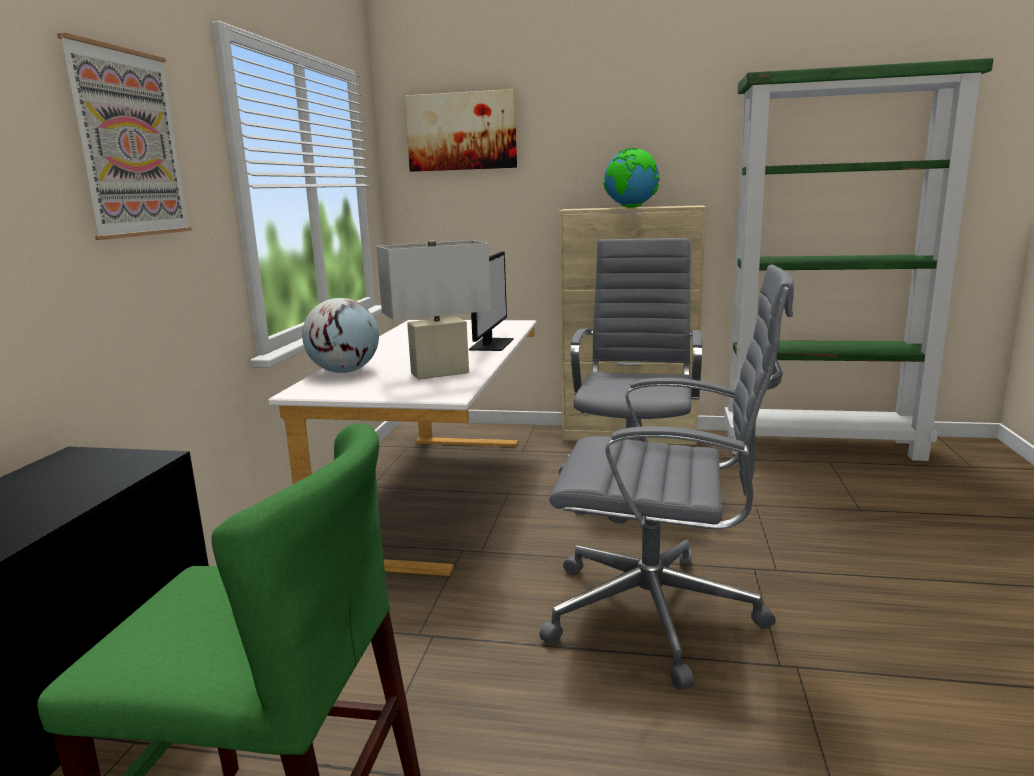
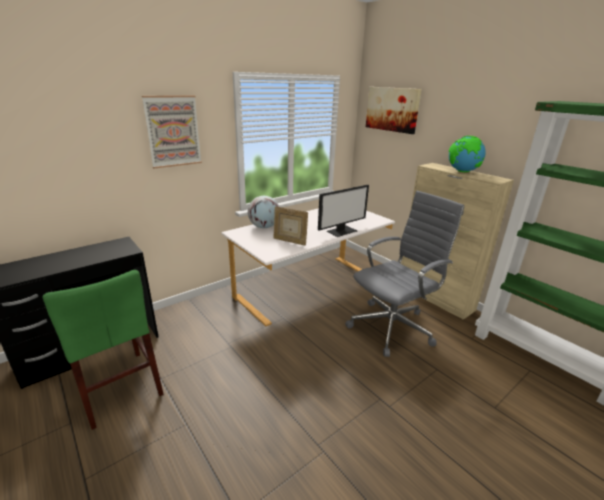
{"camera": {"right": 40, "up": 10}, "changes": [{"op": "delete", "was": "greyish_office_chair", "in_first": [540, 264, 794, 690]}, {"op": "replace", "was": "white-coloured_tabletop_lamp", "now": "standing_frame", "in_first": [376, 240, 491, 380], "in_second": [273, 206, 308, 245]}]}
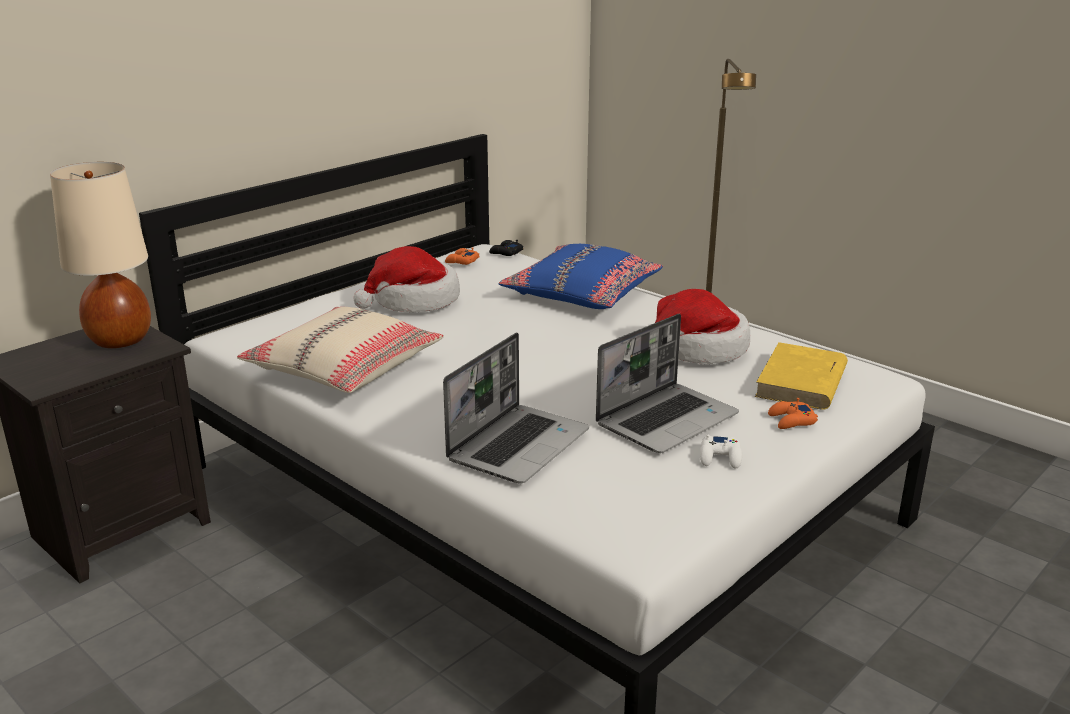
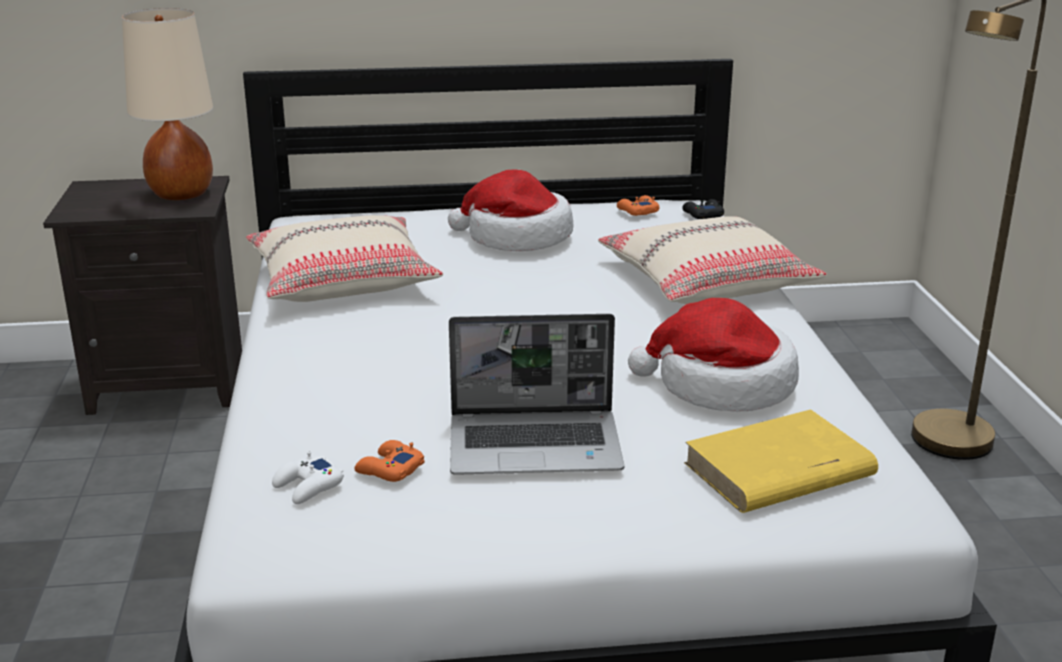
{"camera": {"right": 40, "up": 0}, "changes": [{"op": "delete", "was": "portable_computer", "in_first": [443, 333, 589, 483]}, {"op": "move", "was": "white-coloured_game_controller", "in_first": [700, 434, 742, 469], "in_second": [272, 451, 344, 504]}, {"op": "move", "was": "orange_game_controller", "in_first": [768, 398, 818, 429], "in_second": [354, 440, 424, 482]}, {"op": "recolor", "was": "bluish_pillow", "now": "beige-coloured_pillow", "in_first": [498, 244, 663, 309], "in_second": [598, 216, 827, 304]}]}
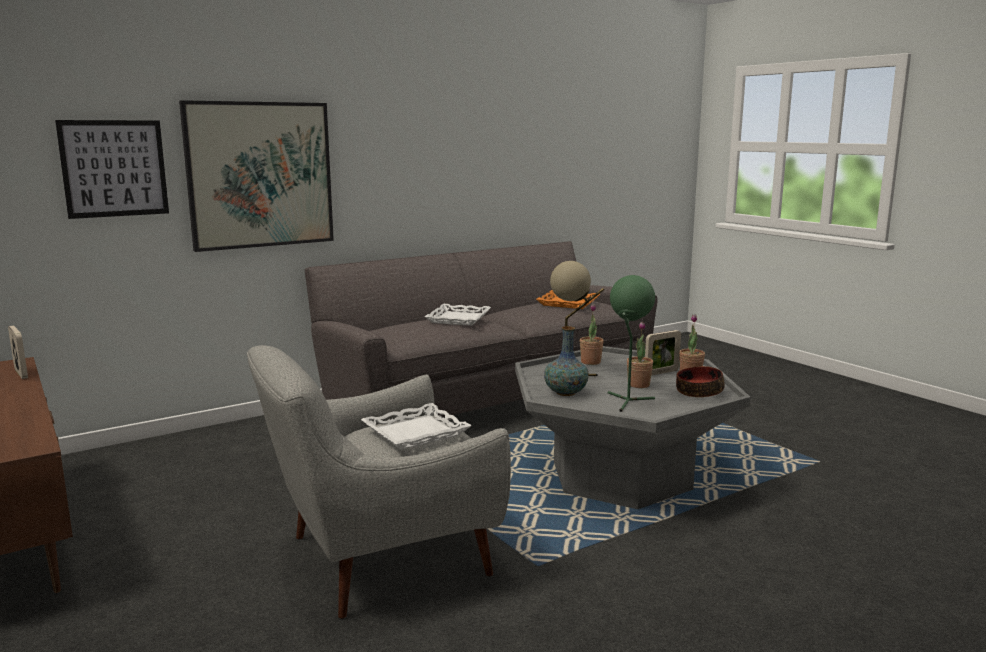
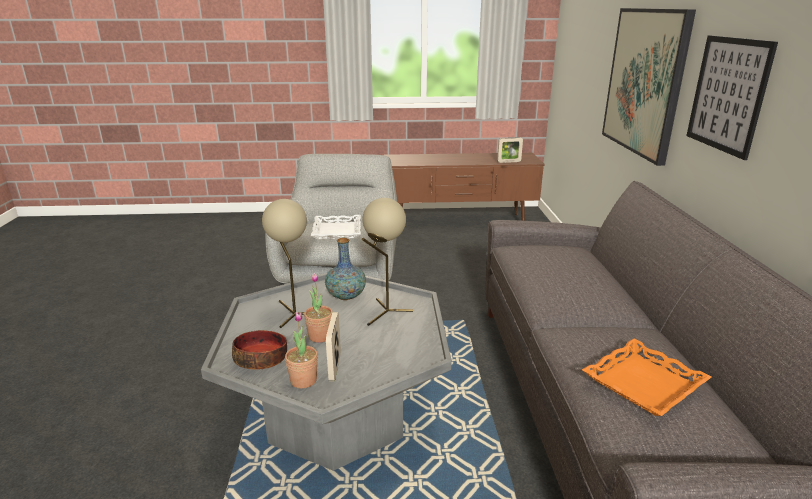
{"camera": {"right": 120, "up": 10}, "changes": [{"op": "delete", "was": "white-coloured_serving_tray", "in_first": [425, 304, 491, 326]}, {"op": "delete", "was": "potted_plant", "in_first": [580, 304, 604, 365]}, {"op": "move", "was": "wall_art", "in_first": [55, 120, 169, 219], "in_second": [686, 35, 778, 160]}, {"op": "recolor", "was": "greenish_tabletop_lamp", "now": "beige-coloured_tabletop_lamp", "in_first": [608, 275, 655, 412], "in_second": [262, 199, 307, 328]}]}
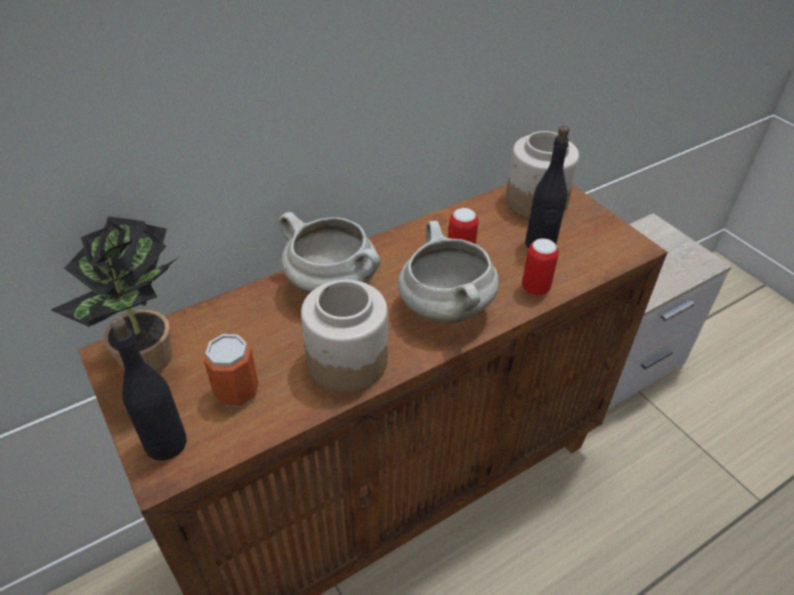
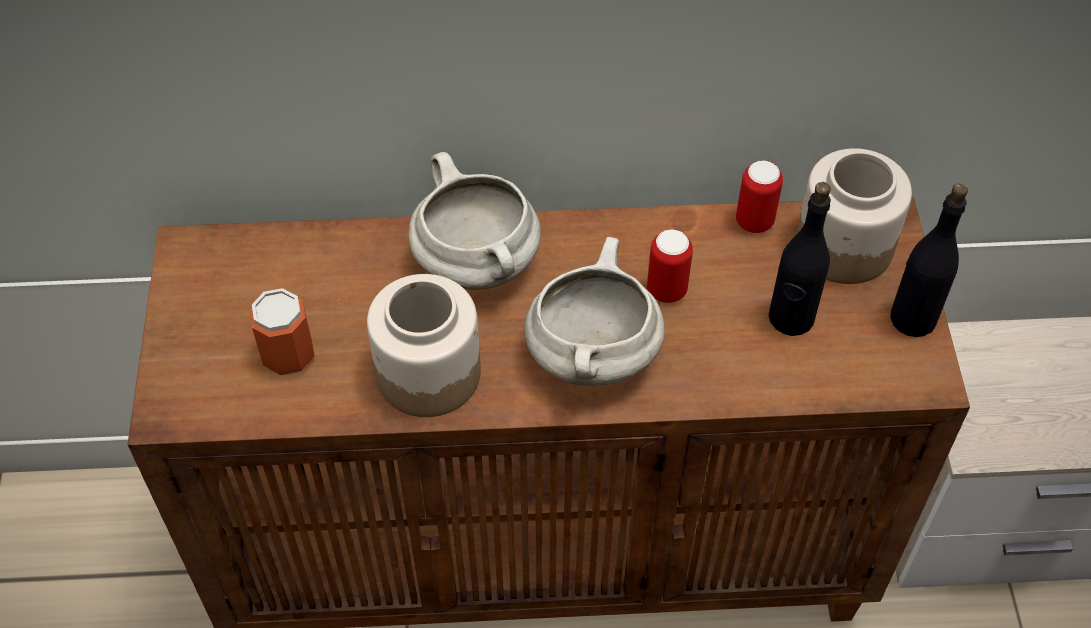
{"camera": {"right": 30, "up": 10}, "changes": [{"op": "delete", "was": "potted_plant", "in_first": [51, 216, 179, 373]}, {"op": "move", "was": "black_bottle", "in_first": [110, 318, 187, 461], "in_second": [890, 183, 968, 337]}, {"op": "move", "was": "can", "in_first": [522, 238, 559, 296], "in_second": [736, 160, 783, 233]}]}
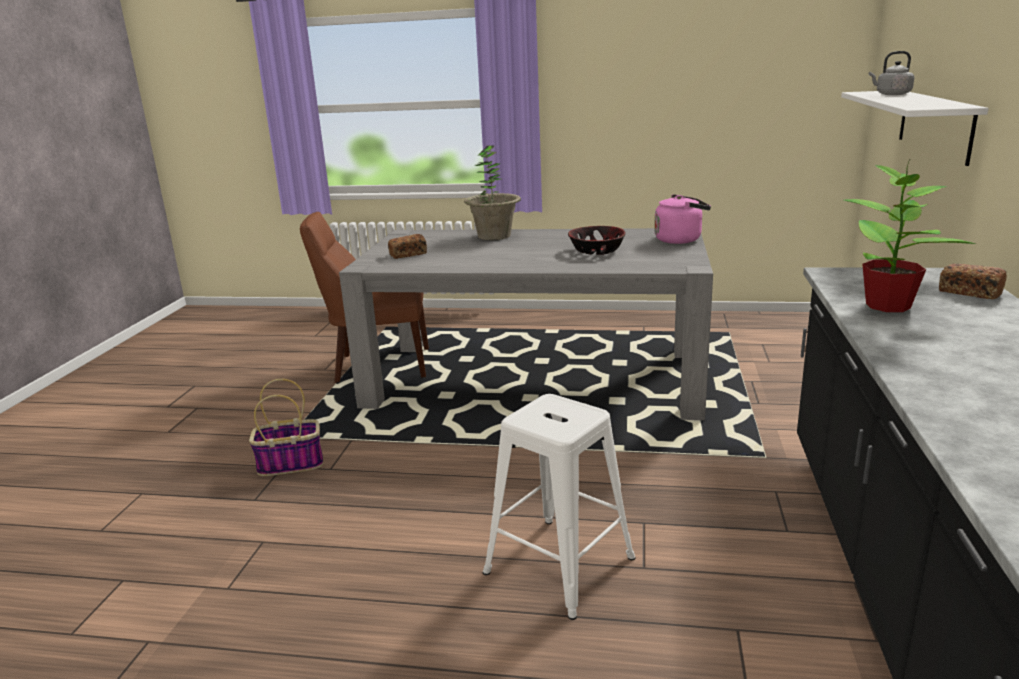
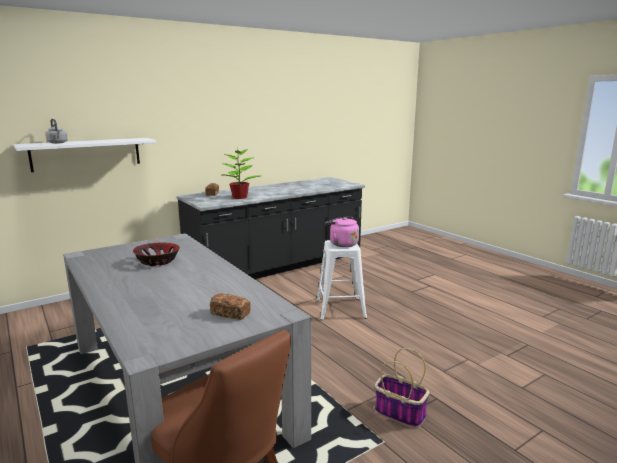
{"camera": {"right": -135, "up": -5}, "changes": [{"op": "delete", "was": "potted_plant", "in_first": [464, 146, 521, 240]}, {"op": "move", "was": "pinkish_water_kettle", "in_first": [654, 194, 711, 244], "in_second": [325, 217, 359, 247]}]}
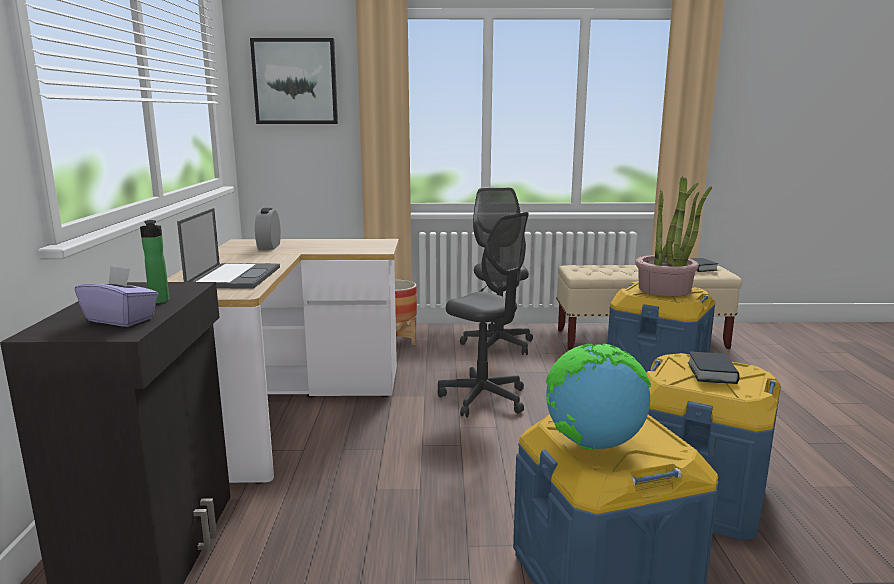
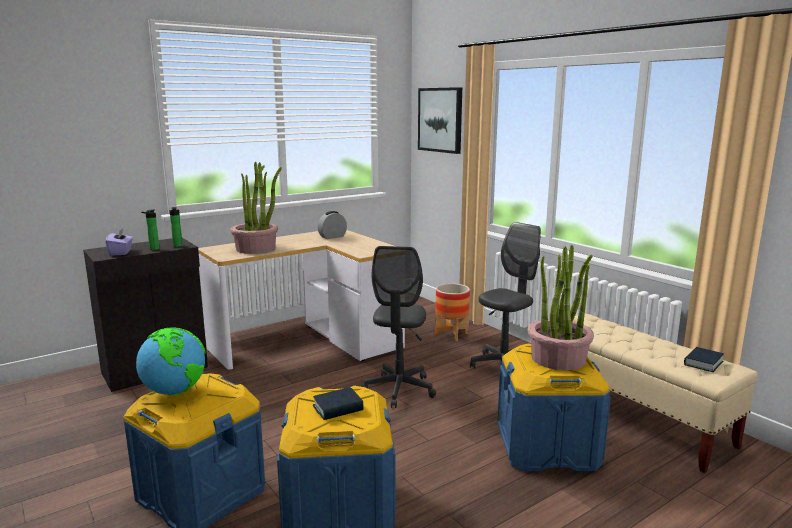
{"camera": {"right": 55, "up": 0}, "changes": [{"op": "insert", "now": "bottle", "in_second": [169, 207, 183, 247]}, {"op": "replace", "was": "portable_computer", "now": "potted_plant", "in_first": [177, 208, 280, 289], "in_second": [230, 162, 282, 254]}]}
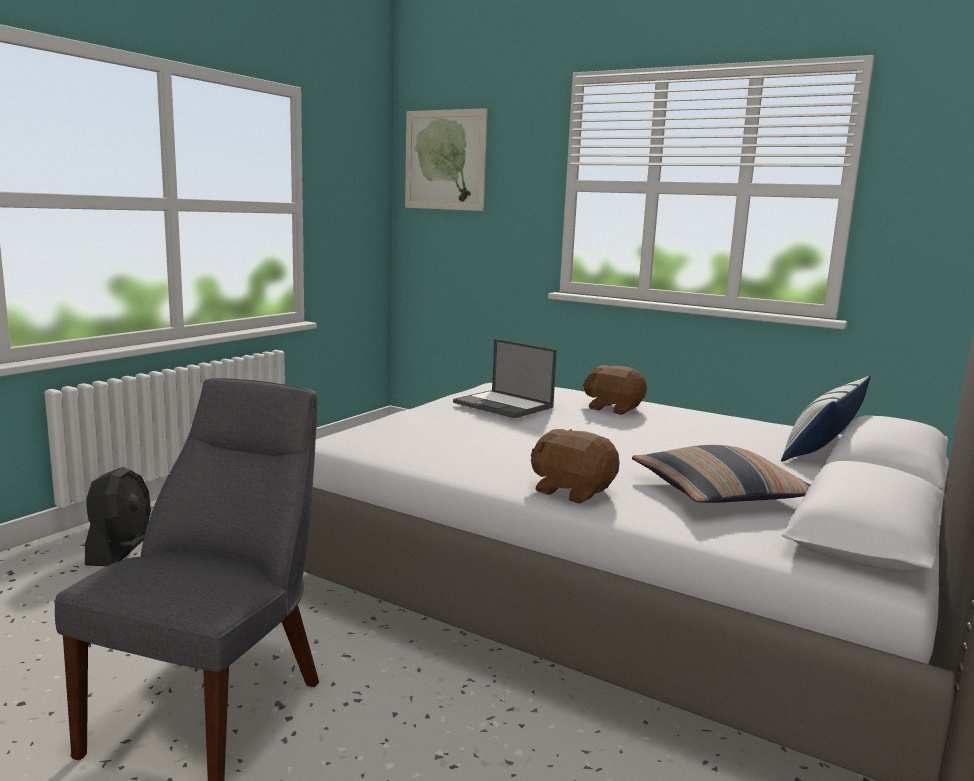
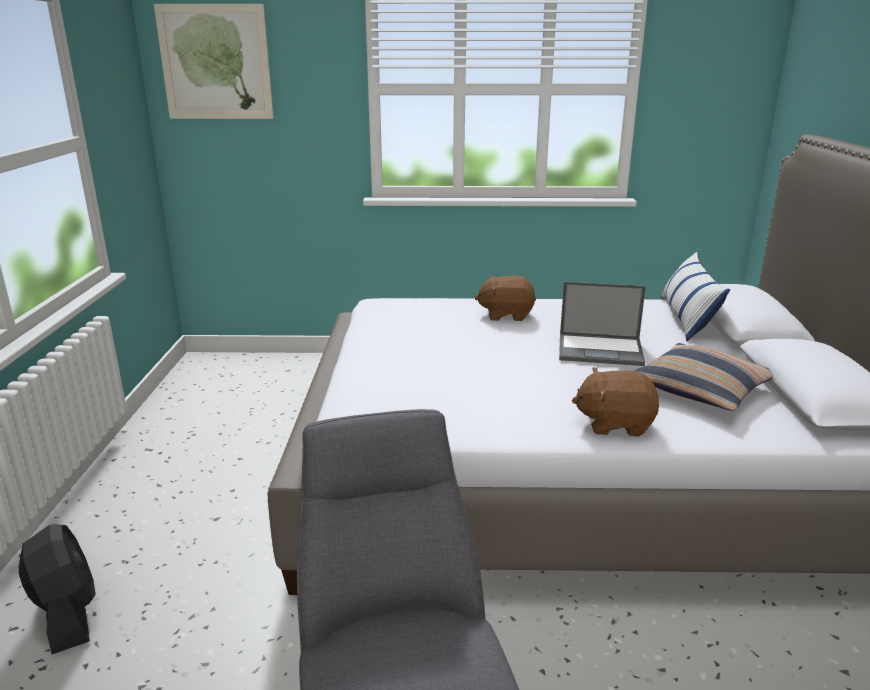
{"camera": {"right": -30, "up": 10}, "changes": [{"op": "move", "was": "portable_computer", "in_first": [453, 339, 557, 418], "in_second": [559, 282, 646, 366]}]}
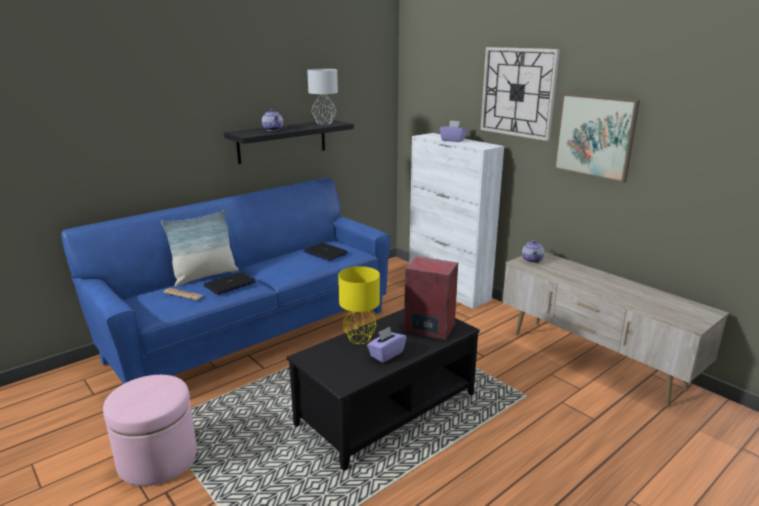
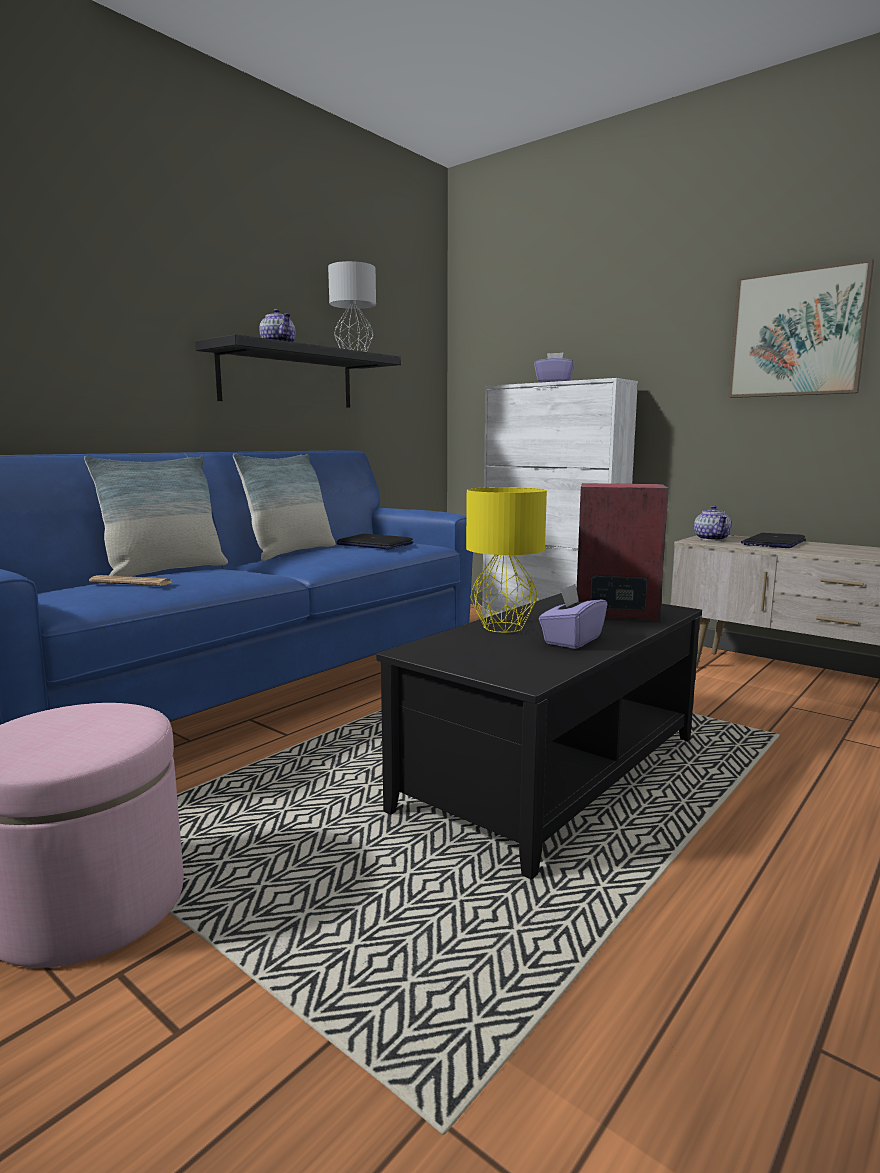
{"camera": {"right": -10, "up": -10}, "changes": [{"op": "delete", "was": "wall_clock", "in_first": [480, 47, 560, 141]}, {"op": "insert", "now": "pillow", "in_second": [233, 453, 335, 561]}, {"op": "move", "was": "portable_computer", "in_first": [204, 272, 256, 295], "in_second": [741, 533, 806, 548]}]}
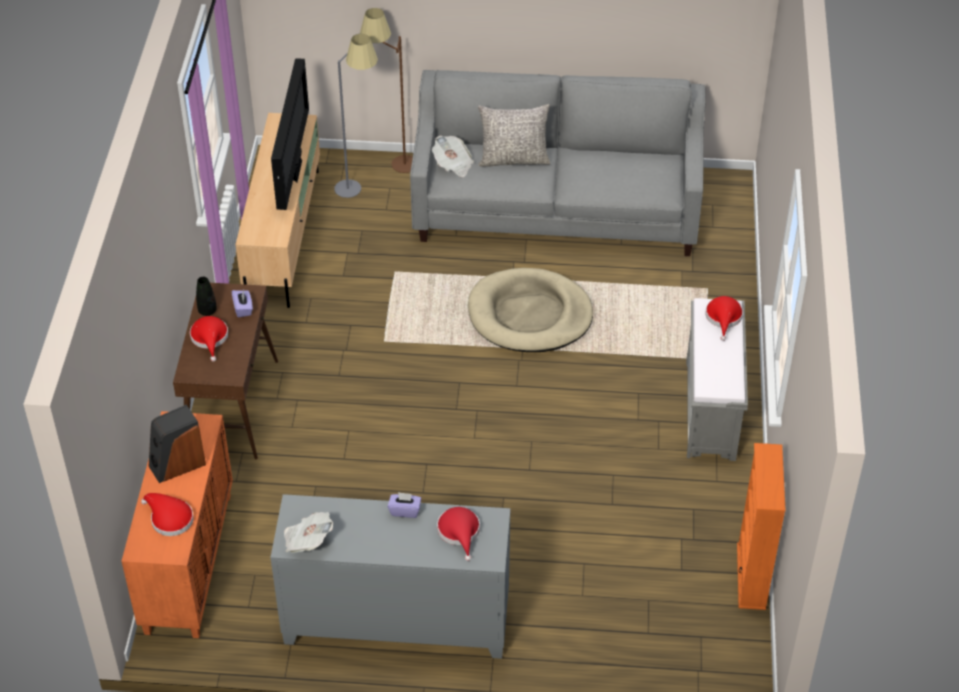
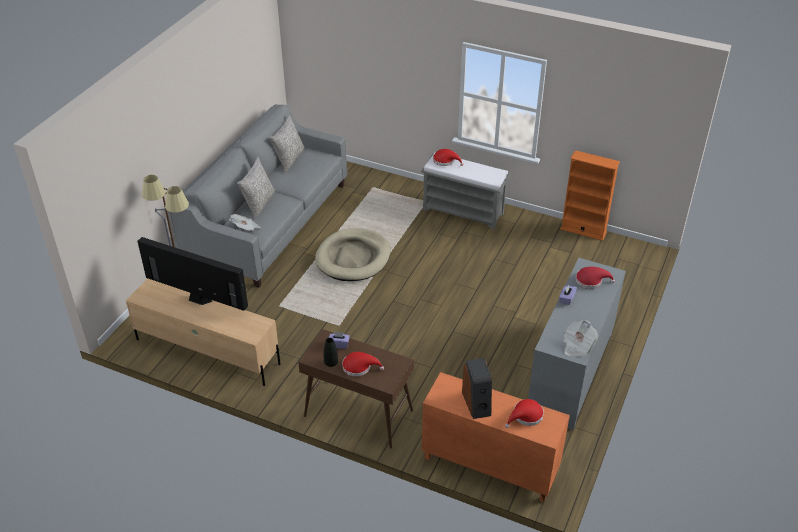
{"camera": {"right": -70, "up": -5}, "changes": [{"op": "insert", "now": "greyish_pillow", "in_second": [269, 114, 305, 172]}]}
